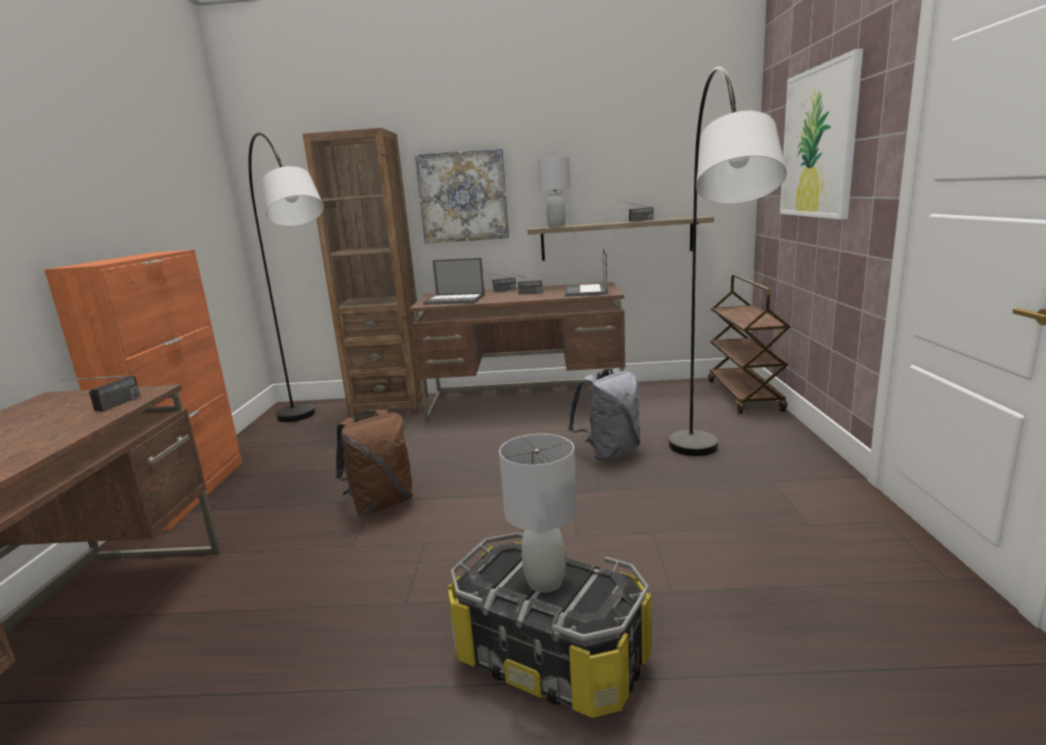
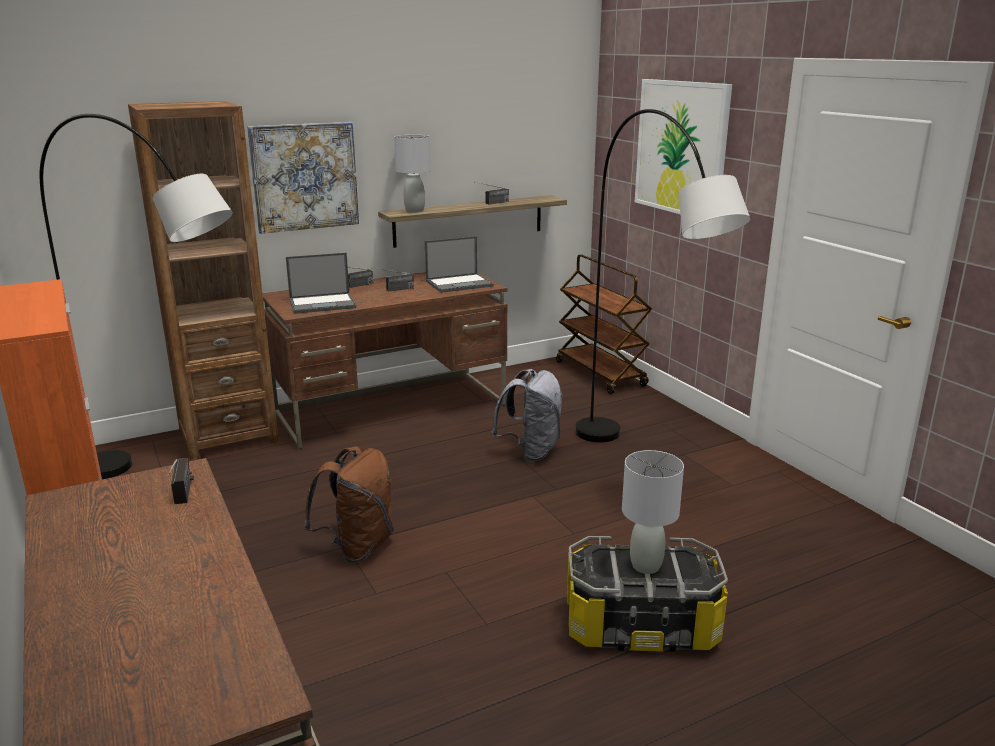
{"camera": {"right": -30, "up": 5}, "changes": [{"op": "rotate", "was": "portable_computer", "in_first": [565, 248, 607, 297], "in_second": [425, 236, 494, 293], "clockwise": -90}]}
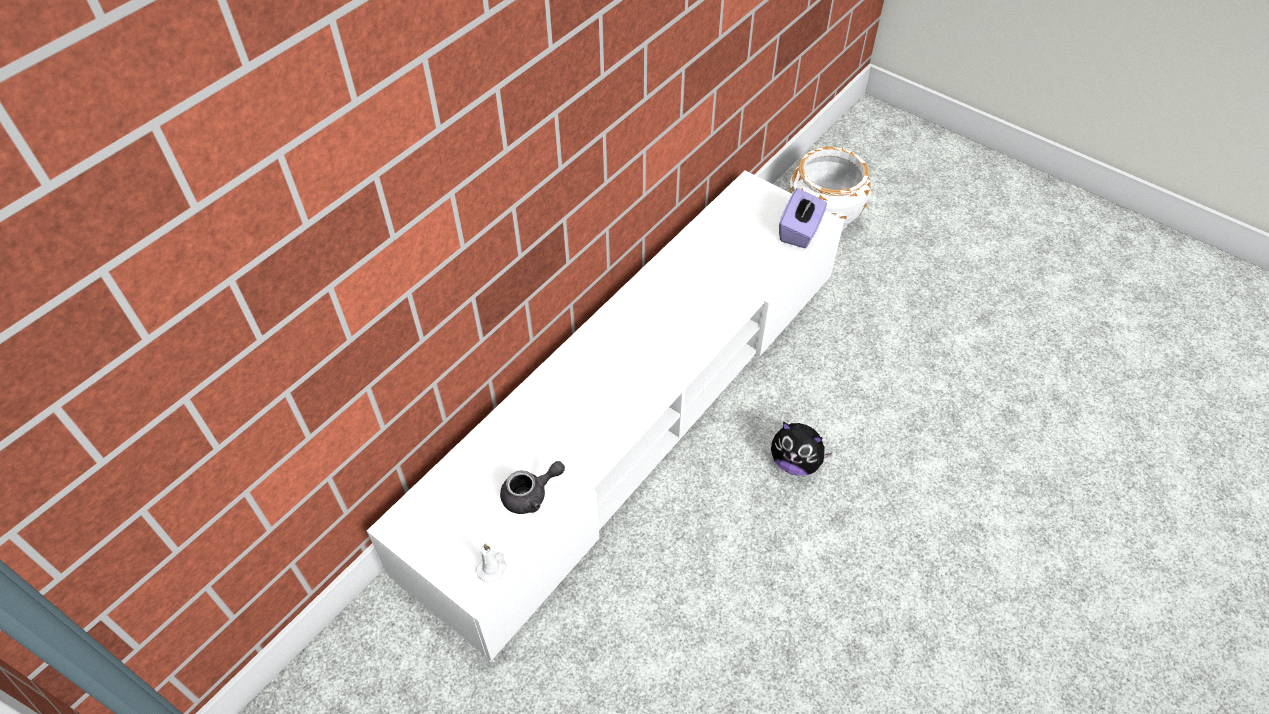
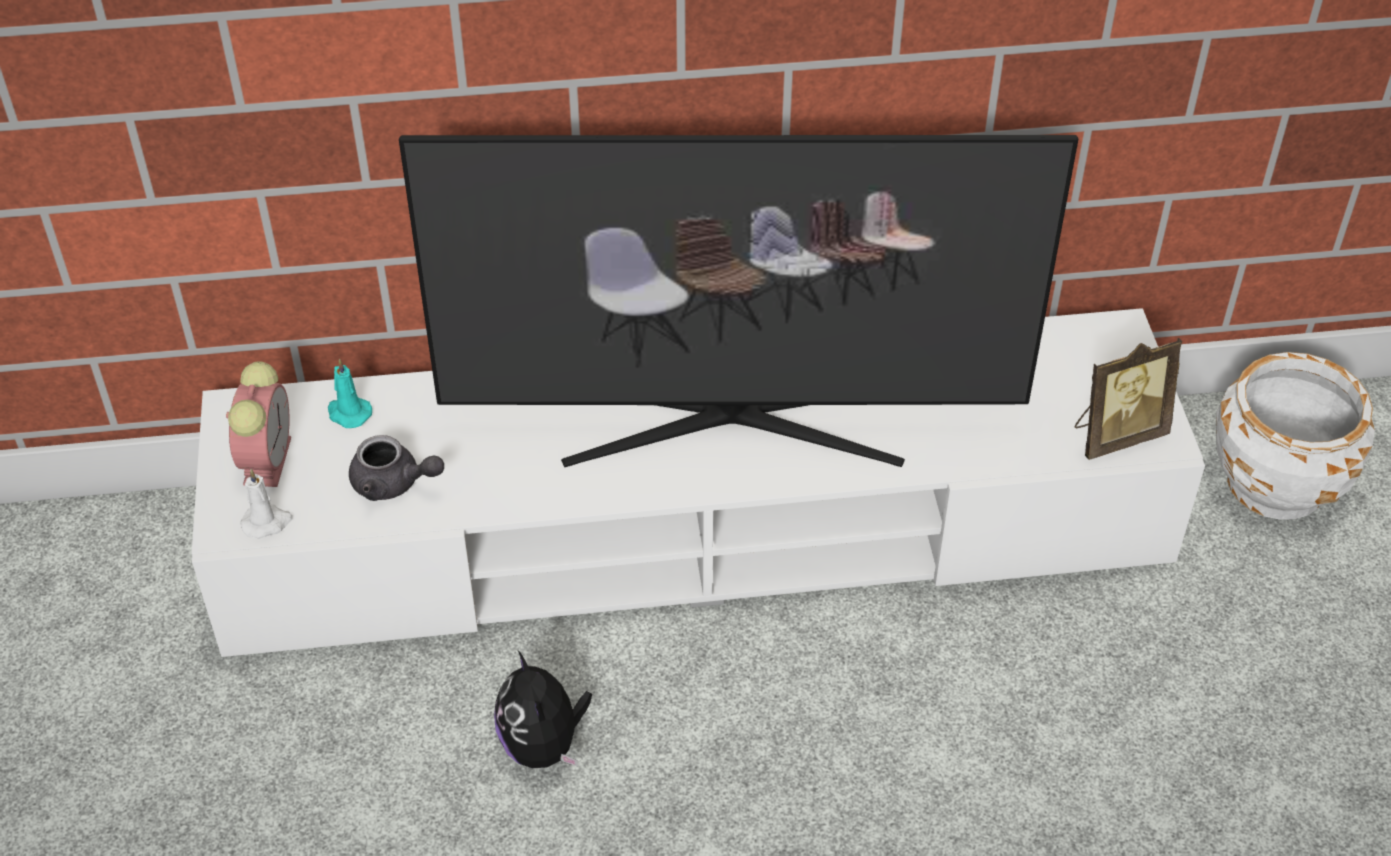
{"camera": {"right": 45, "up": -5}, "changes": [{"op": "insert", "now": "alarm_clock", "in_second": [226, 361, 291, 487]}, {"op": "insert", "now": "turquoise_candle", "in_second": [328, 359, 372, 428]}, {"op": "insert", "now": "TV_set", "in_second": [399, 135, 1078, 467]}, {"op": "move", "was": "soft_toy", "in_first": [771, 422, 833, 476], "in_second": [494, 651, 592, 768]}, {"op": "replace", "was": "purple-coloured_tissue_box", "now": "standing_frame", "in_first": [779, 188, 827, 248], "in_second": [1075, 338, 1182, 460]}]}
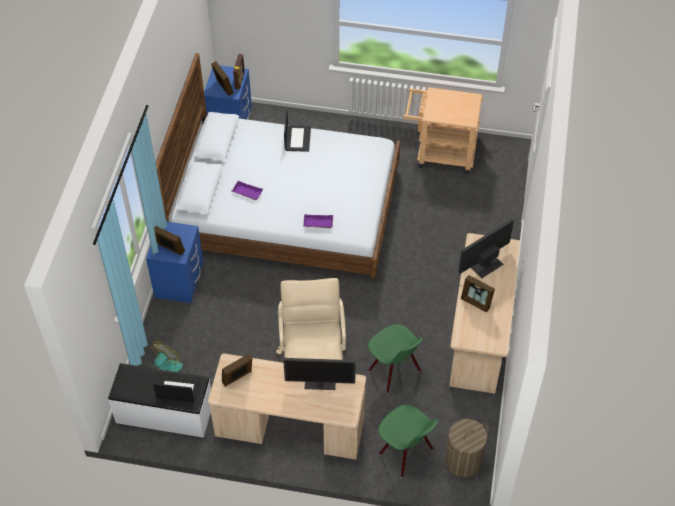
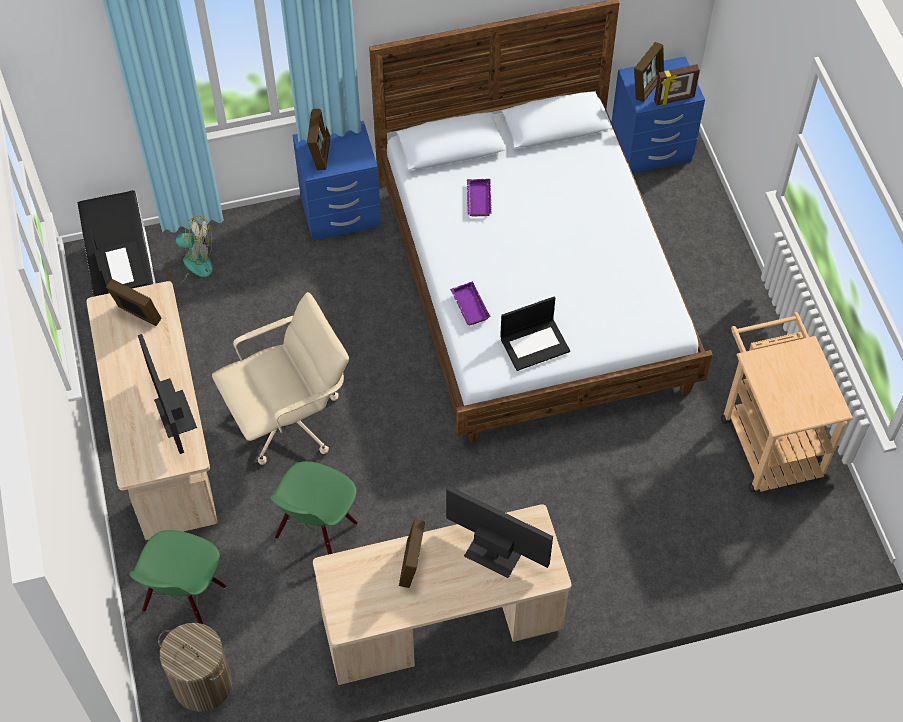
{"camera": {"right": 65, "up": 5}, "changes": [{"op": "move", "was": "portable_computer", "in_first": [284, 110, 311, 152], "in_second": [500, 297, 570, 371]}]}
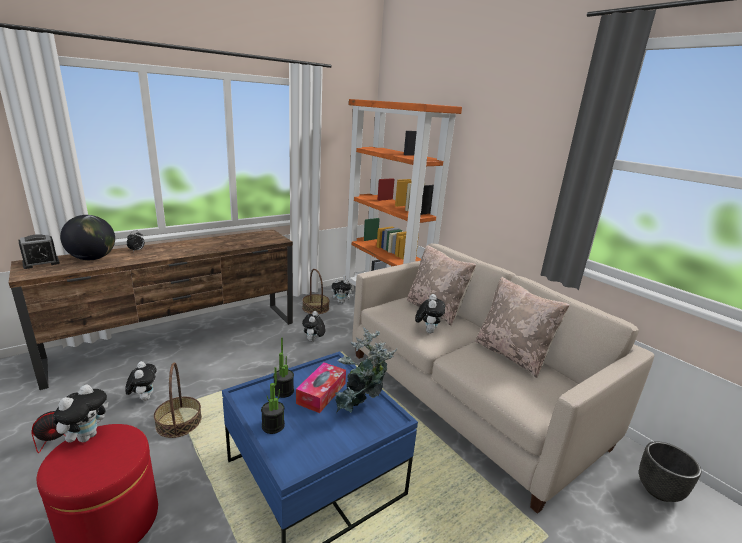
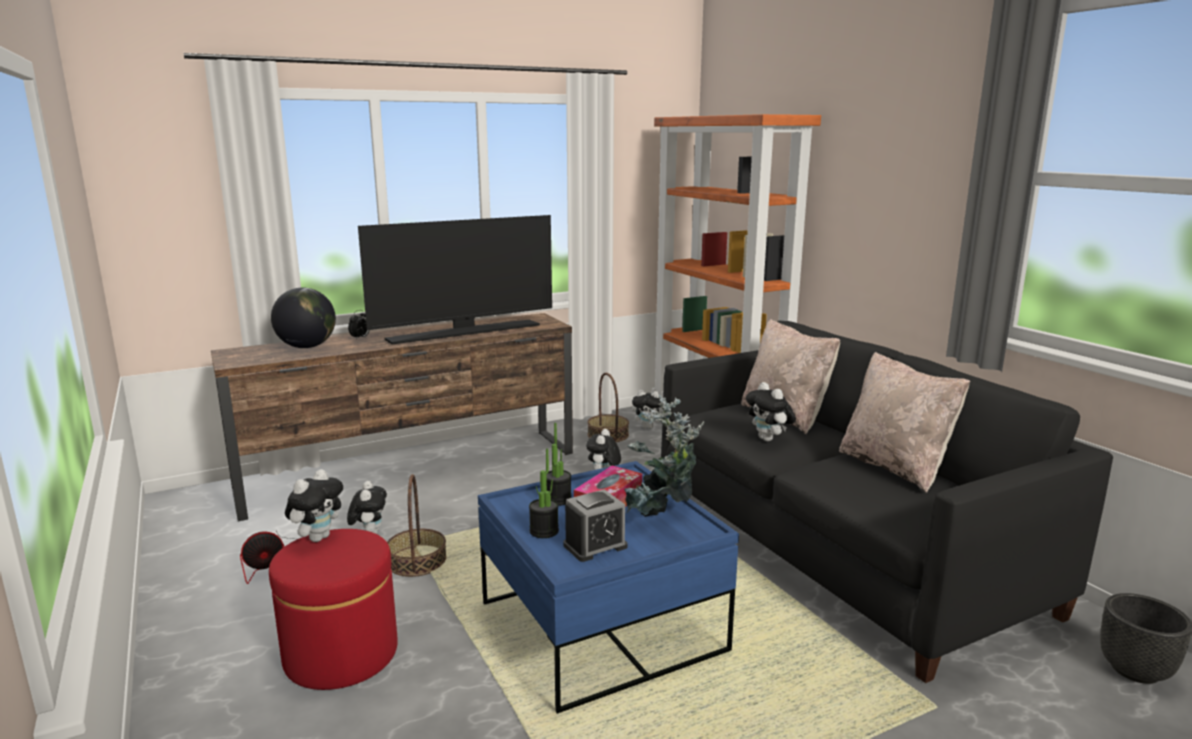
{"camera": {"right": 10, "up": -5}, "changes": [{"op": "insert", "now": "TV_set", "in_second": [358, 215, 552, 344]}, {"op": "move", "was": "alarm_clock", "in_first": [18, 234, 60, 269], "in_second": [563, 489, 627, 562]}, {"op": "recolor", "was": "beige-coloured_couch", "now": "black_couch", "in_first": [352, 243, 655, 514], "in_second": [661, 321, 1113, 683]}, {"op": "rotate", "was": "soft_toy", "in_first": [415, 294, 445, 333], "in_second": [746, 382, 796, 441], "clockwise": 135}]}
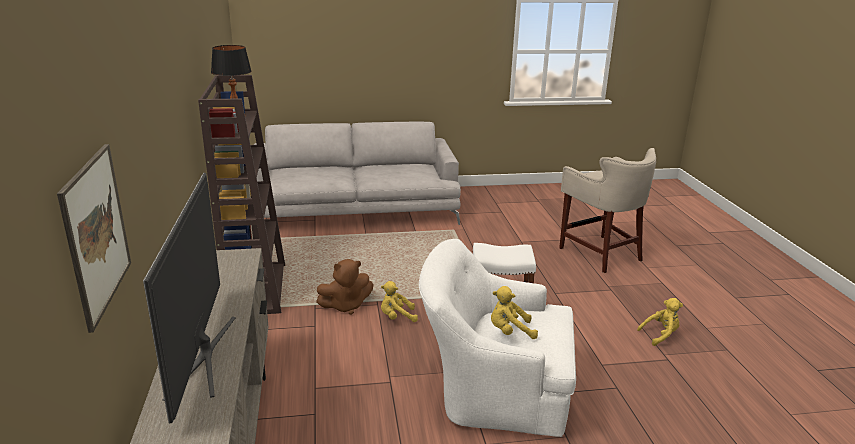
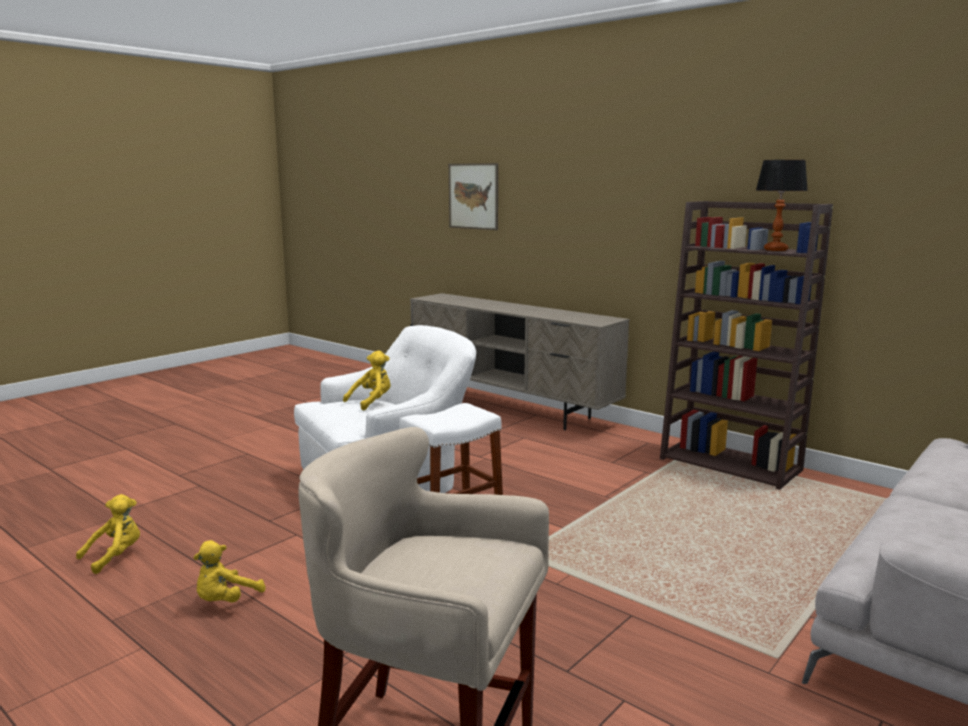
{"camera": {"right": 140, "up": -10}, "changes": [{"op": "delete", "was": "TV_set", "in_first": [143, 173, 236, 424]}, {"op": "delete", "was": "brownish_soft_toy", "in_first": [316, 259, 373, 315]}, {"op": "move", "was": "yellowish_soft_toy", "in_first": [381, 281, 418, 322], "in_second": [76, 494, 140, 574]}]}
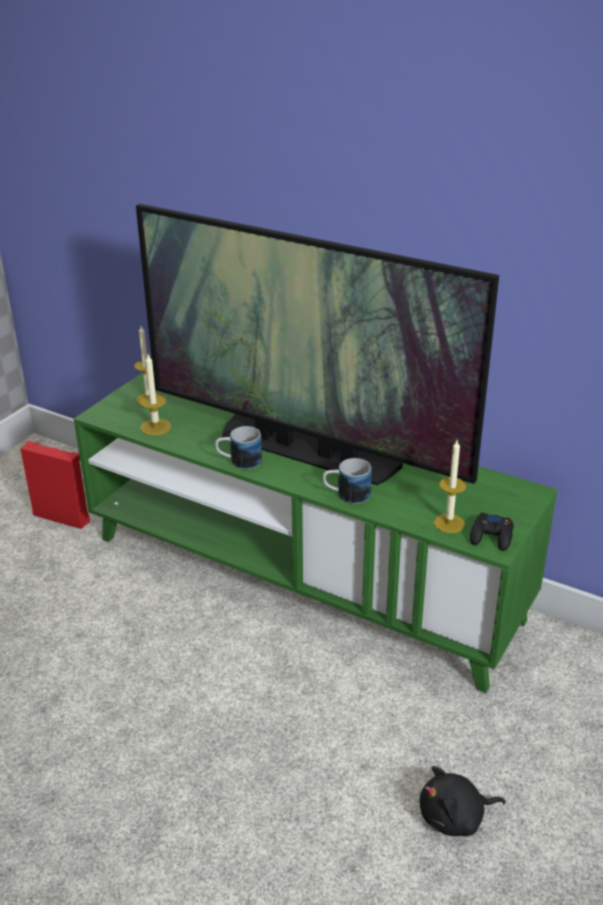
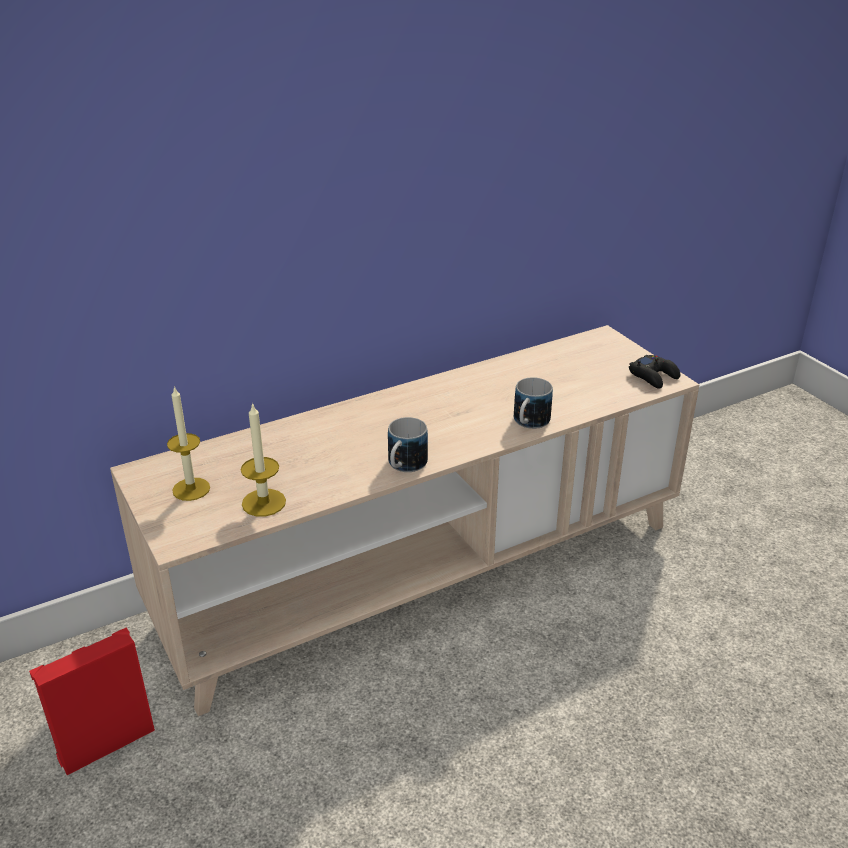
{"camera": {"right": -60, "up": 0}, "changes": [{"op": "delete", "was": "TV_set", "in_first": [136, 204, 499, 485]}, {"op": "delete", "was": "black_soft_toy", "in_first": [420, 766, 506, 836]}, {"op": "delete", "was": "candle", "in_first": [434, 440, 466, 533]}, {"op": "recolor", "was": "greenish_media_console", "now": "beige-coloured_media_console", "in_first": [74, 372, 557, 693], "in_second": [110, 325, 699, 716]}]}
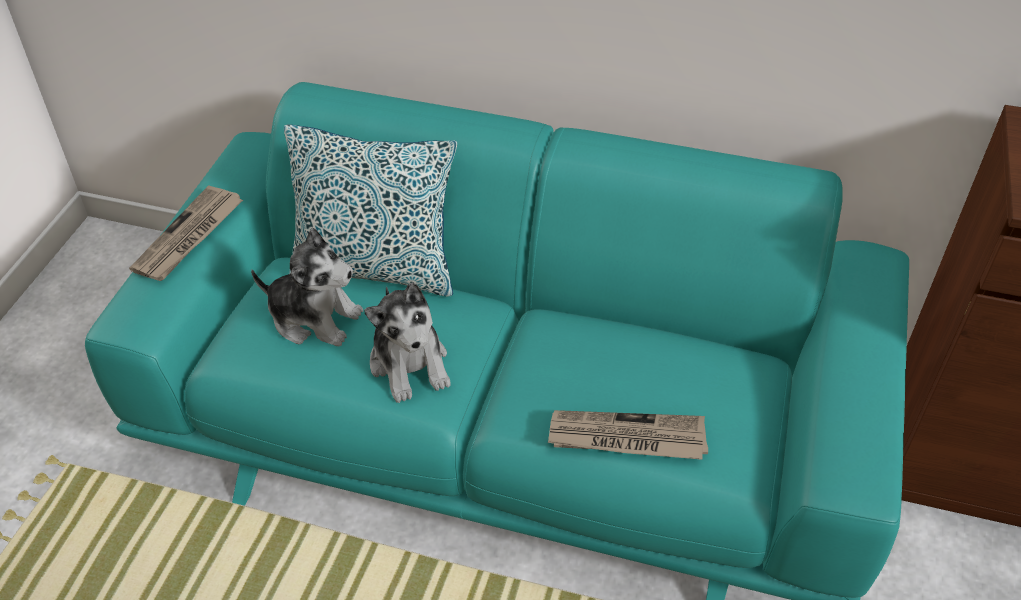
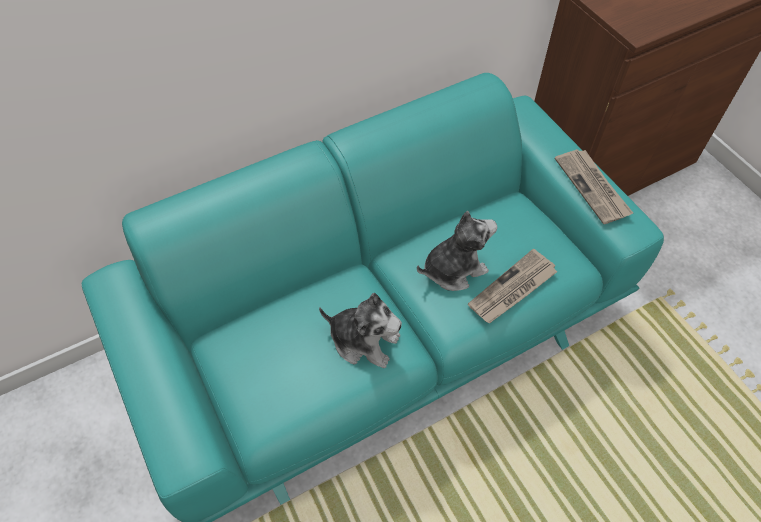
{"camera": {"right": -45, "up": 10}, "changes": [{"op": "delete", "was": "pillow", "in_first": [284, 125, 457, 297]}, {"op": "move", "was": "newspaper", "in_first": [129, 185, 243, 281], "in_second": [555, 149, 633, 224]}, {"op": "move", "was": "soft_toy", "in_first": [251, 228, 363, 346], "in_second": [417, 211, 497, 291]}]}
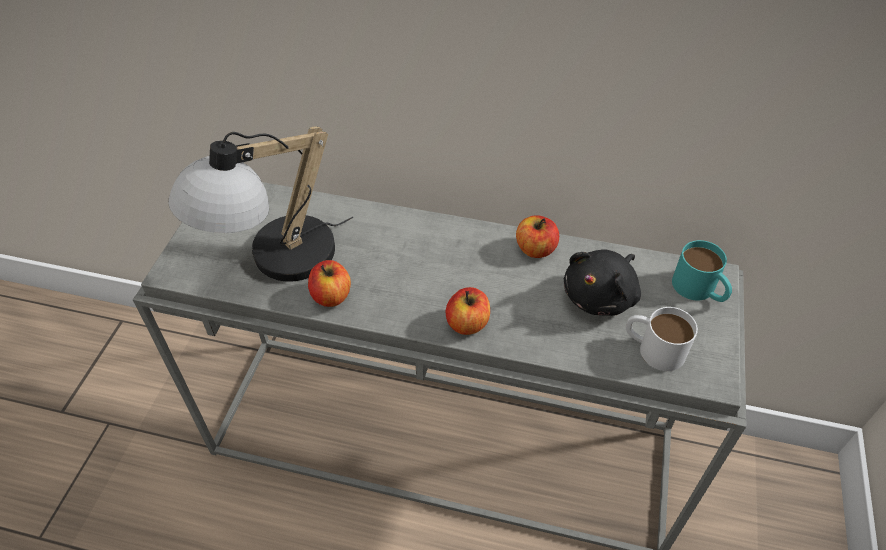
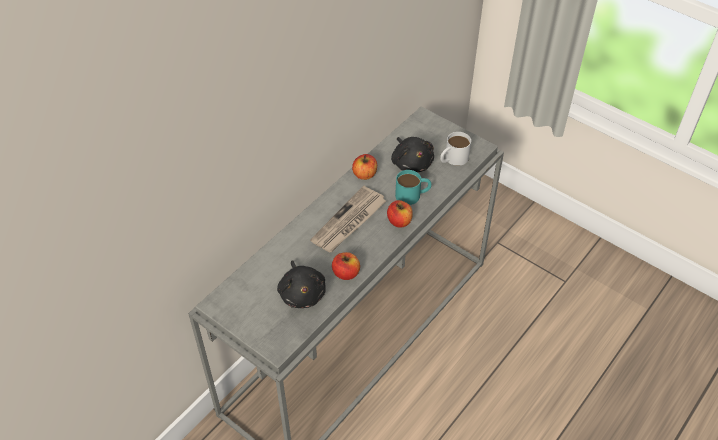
{"camera": {"right": -65, "up": 0}, "changes": [{"op": "insert", "now": "newspaper", "in_second": [310, 186, 386, 252]}, {"op": "move", "was": "turquoise_mug", "in_first": [672, 240, 732, 302], "in_second": [395, 170, 431, 205]}, {"op": "replace", "was": "tabletop_lamp", "now": "black_soft_toy", "in_first": [168, 127, 353, 282], "in_second": [277, 260, 326, 308]}]}
